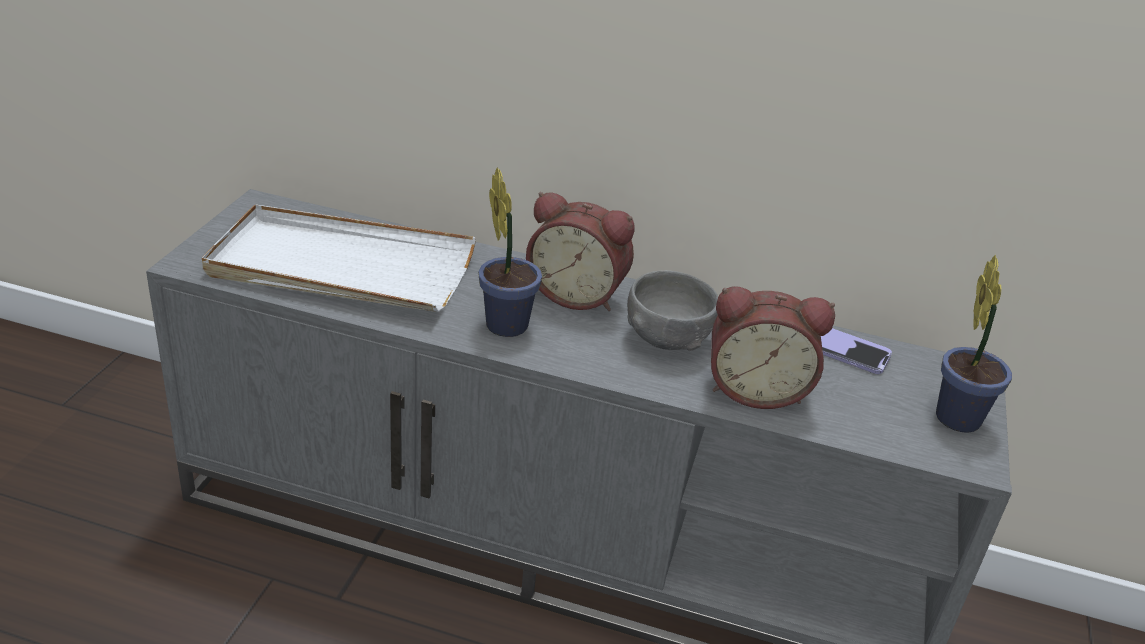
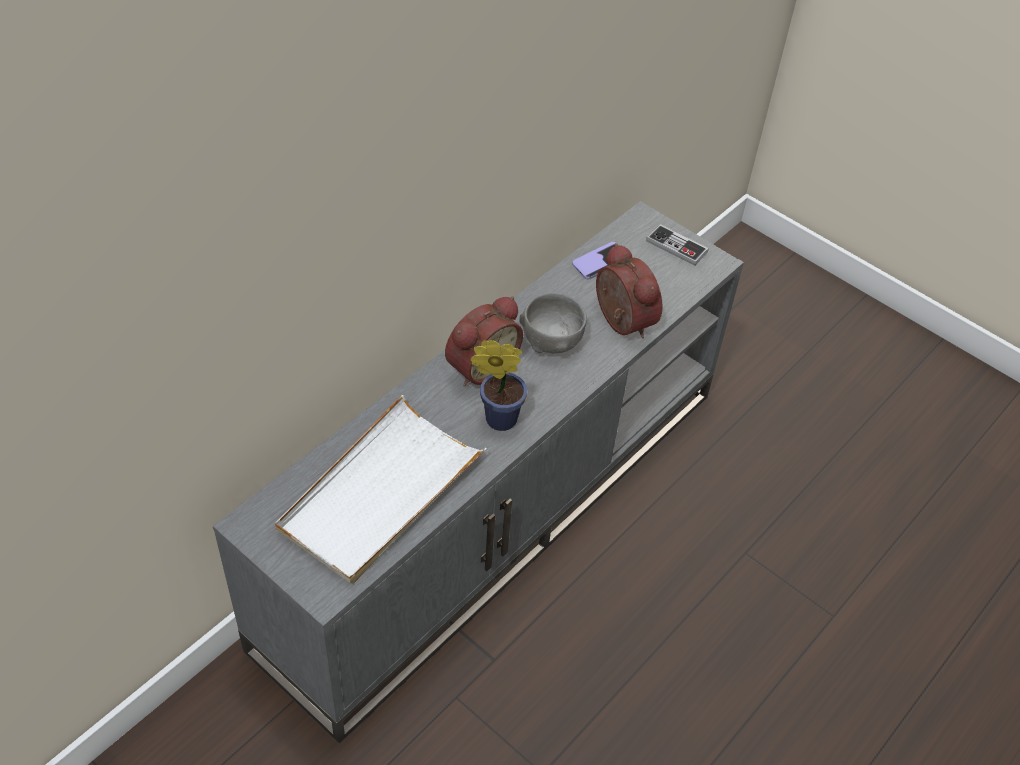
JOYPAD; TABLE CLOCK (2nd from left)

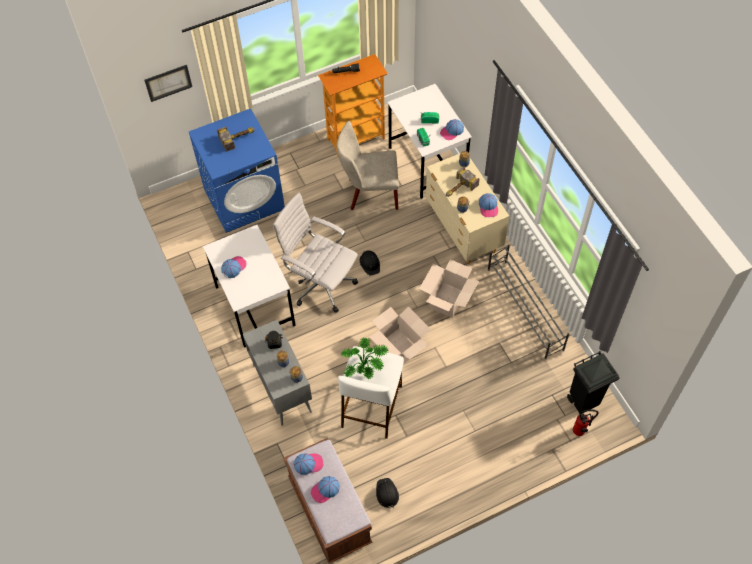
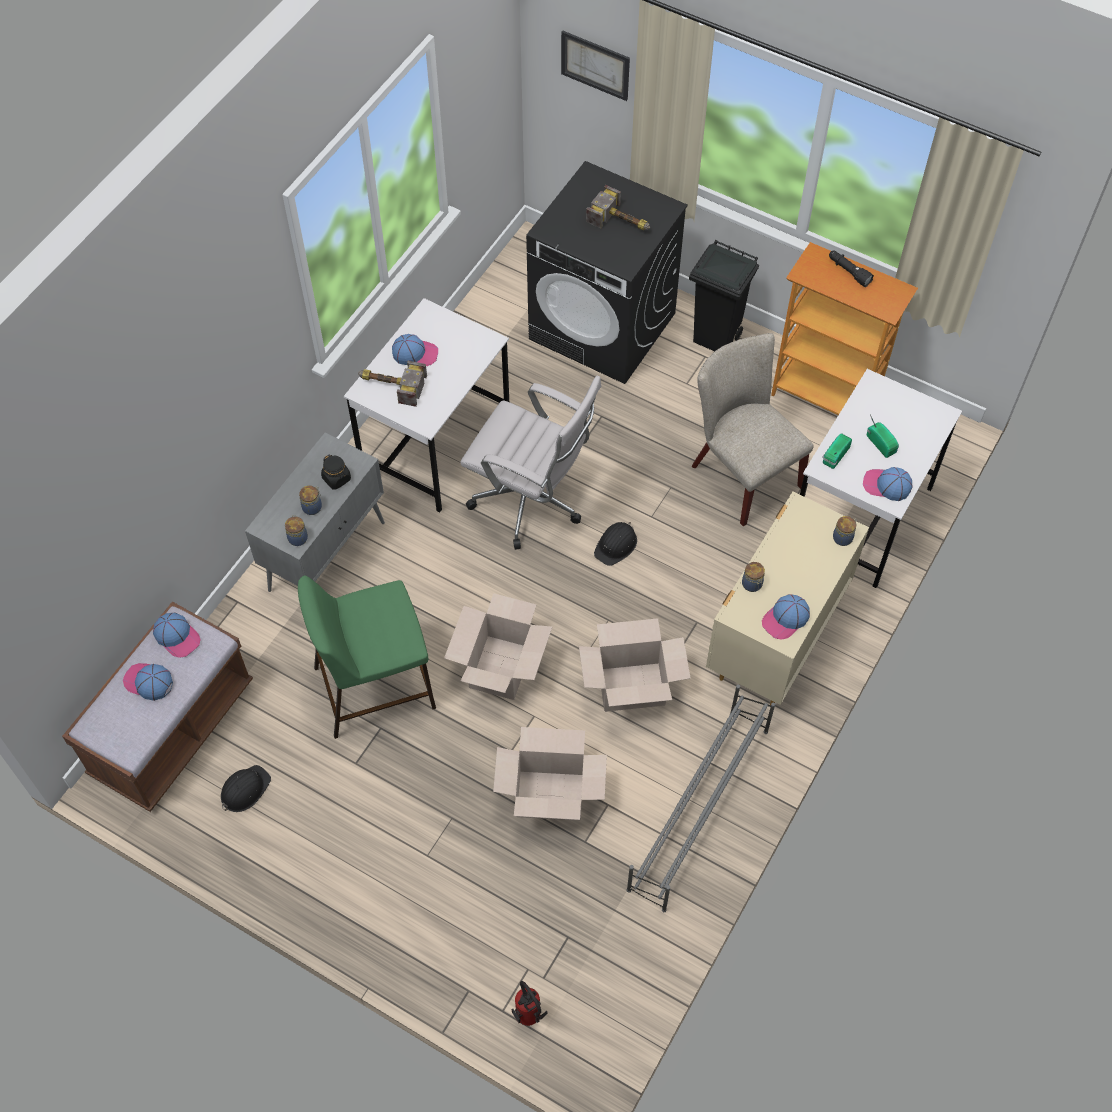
POTTED PLANT; PACKING BOX (2nd from left); TOOL HAMMER (1st from left); BLACK-COLOURED TRASH CAN; BLACK-COLOURED LAUNDRY MACHINE; GREENISH STOOL; WHITE-COLOURED OFFICE CHAIR

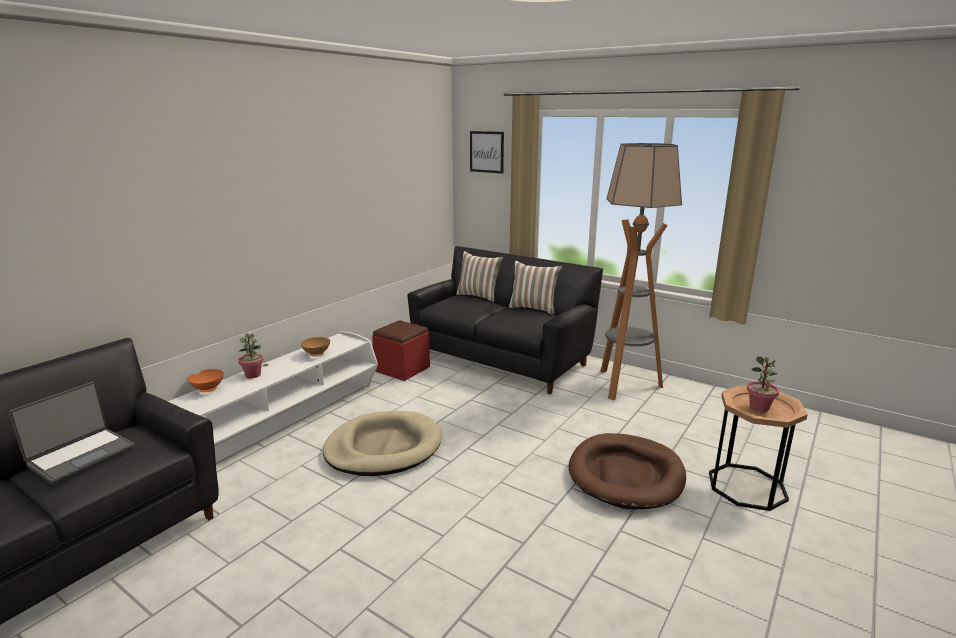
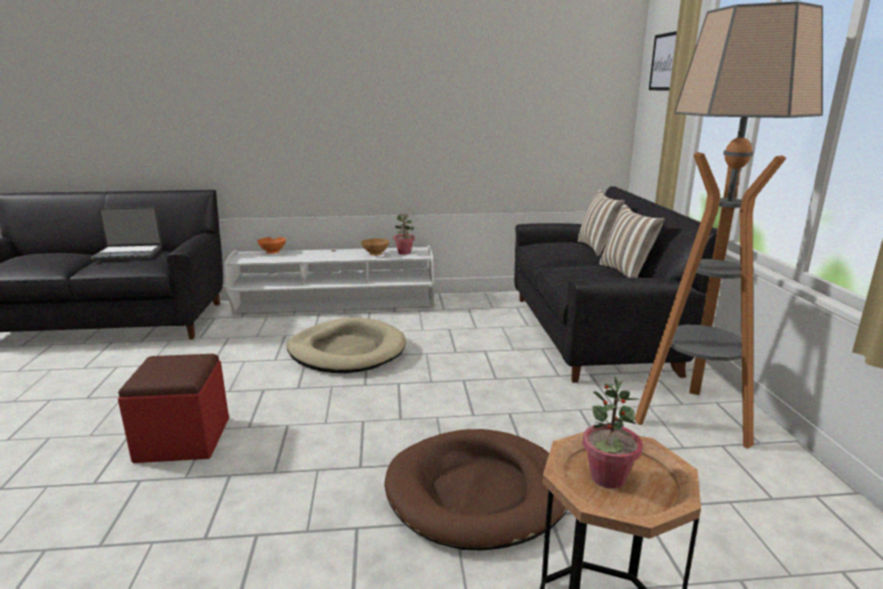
POTTED PLANT (1st from left); RED-COLOURED OTTOMAN

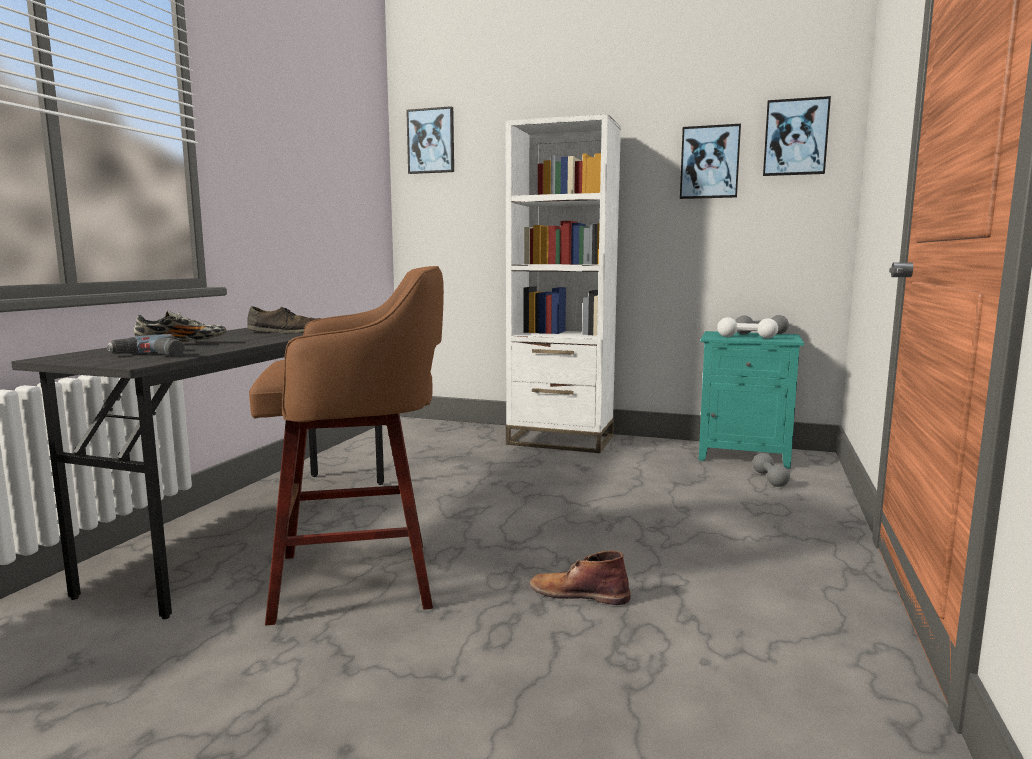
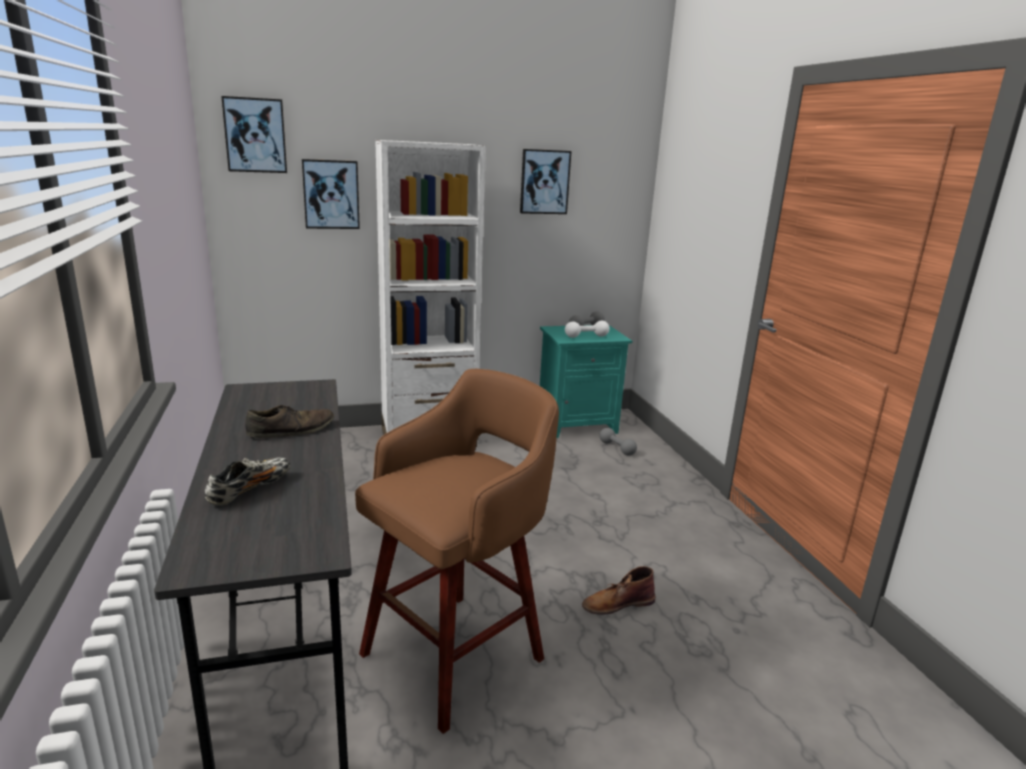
DRILL; WALL PICTURE (2nd from left)

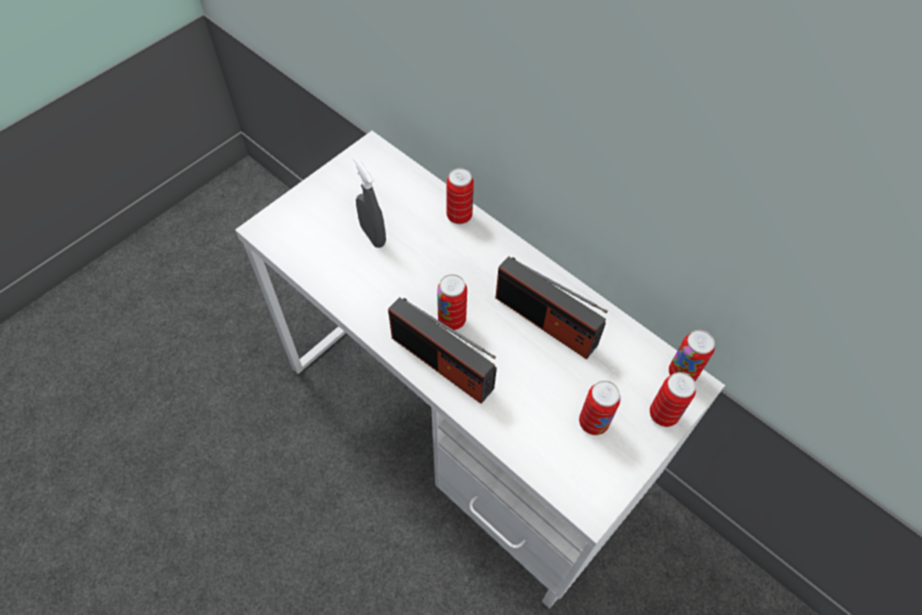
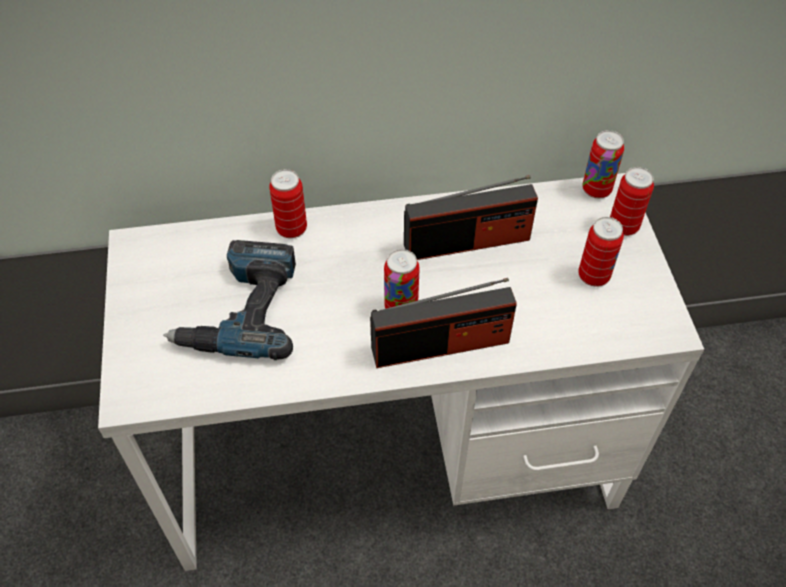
DRILL

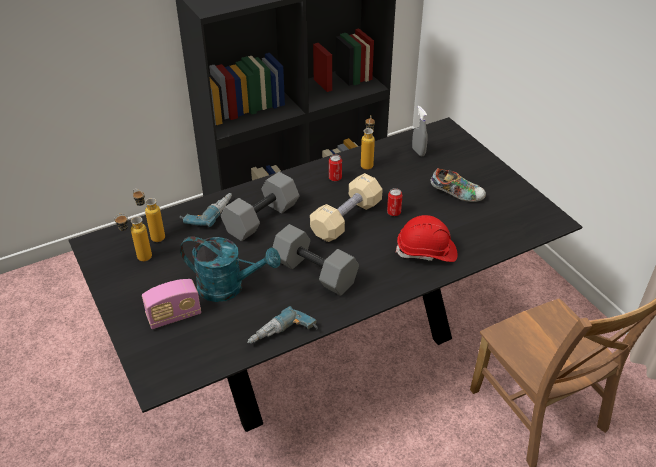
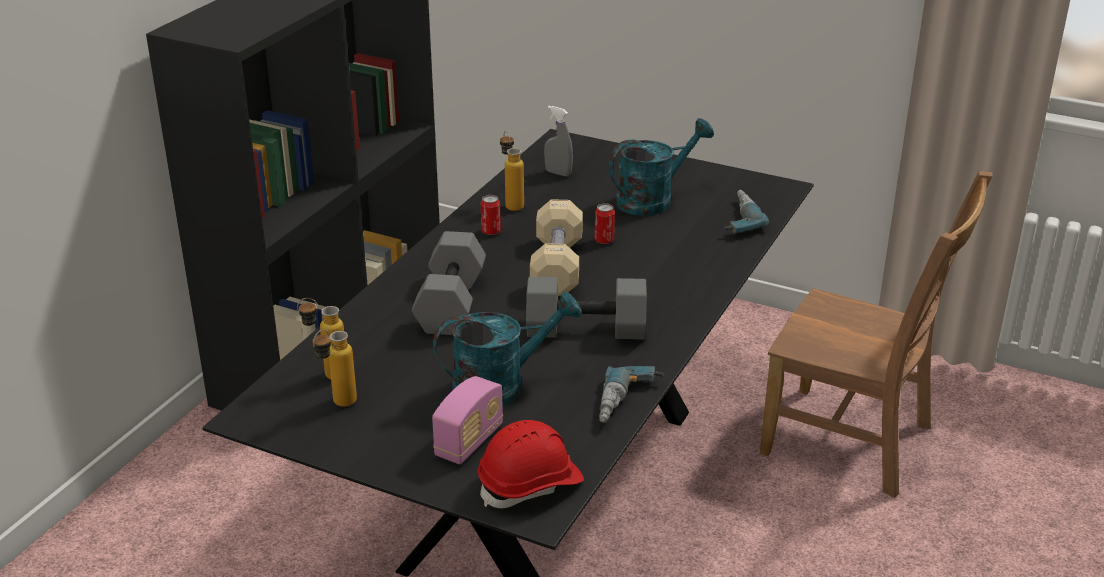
DRILL (2nd from left); RED-COLOURED SAFETY HELMET; TURQUOISE-COLOURED WATERING POT (2nd from left)

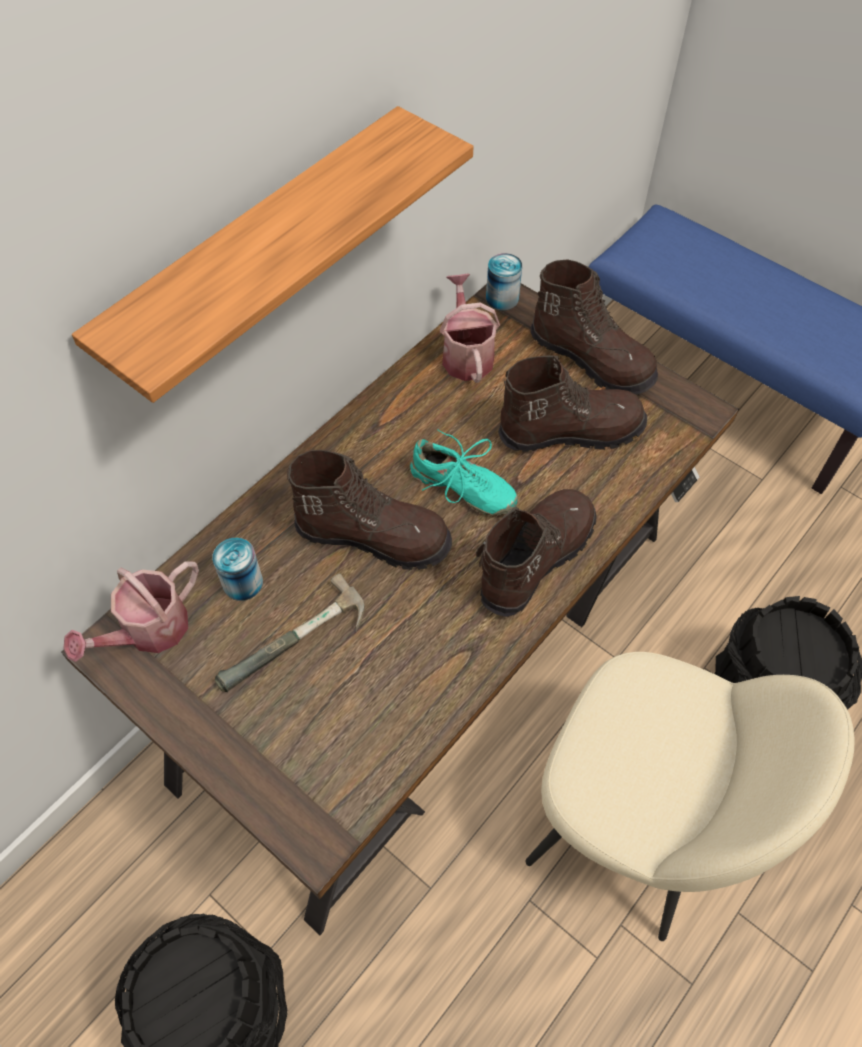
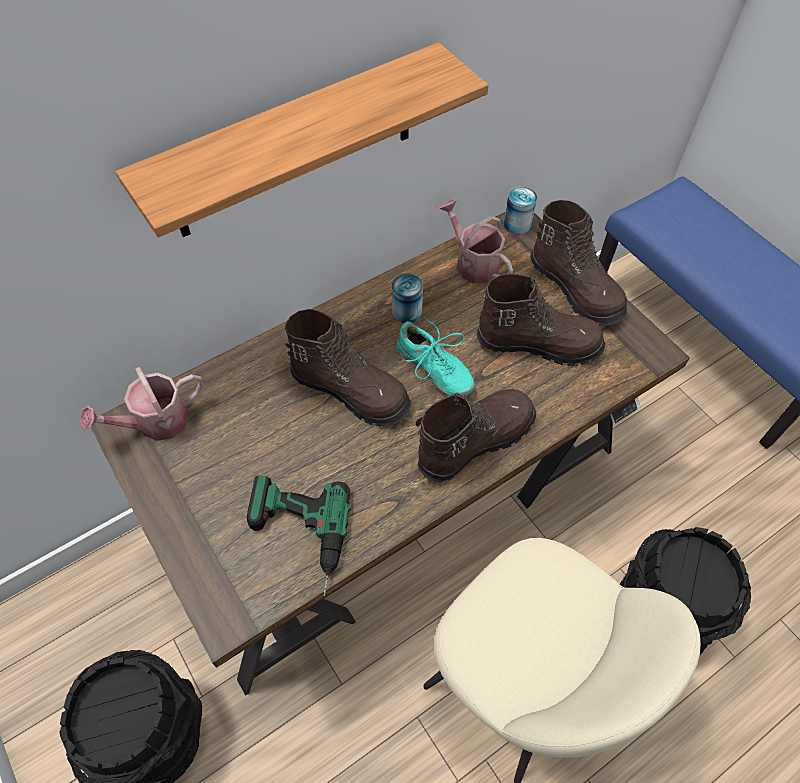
TOOL HAMMER; DRILL; SEALED CAN (1st from left); WATERING POT (2nd from left)

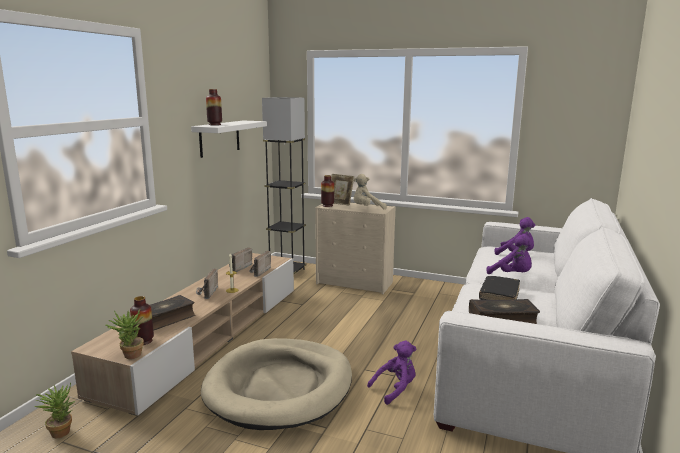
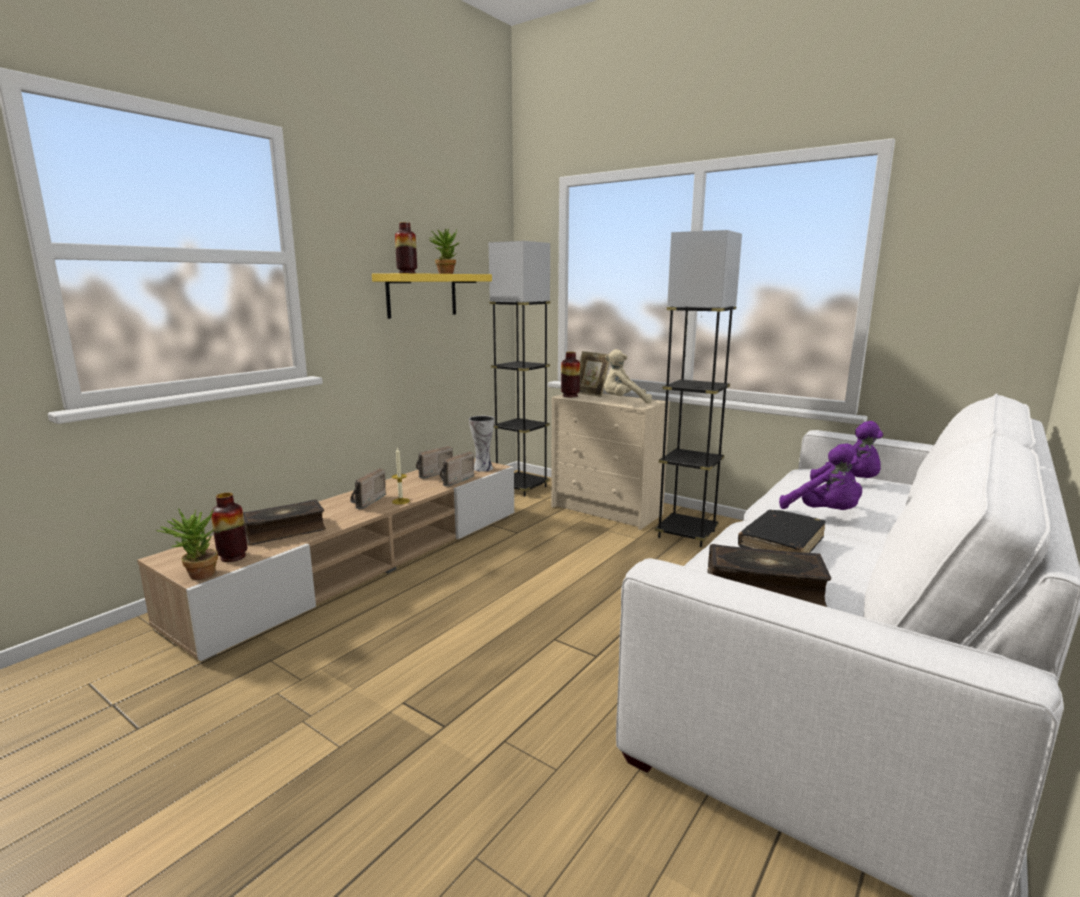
BEIGE DOG BED; PURPLE CUDDLY TOY (1st from left in the first image); VASE (3rd from left); GREY FLOOR LAMP (2nd from left); POTTED PLANT (2nd from left); YELLOW BRACKET SHELF

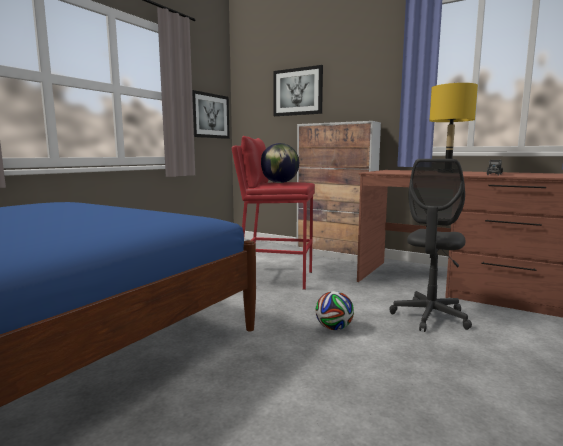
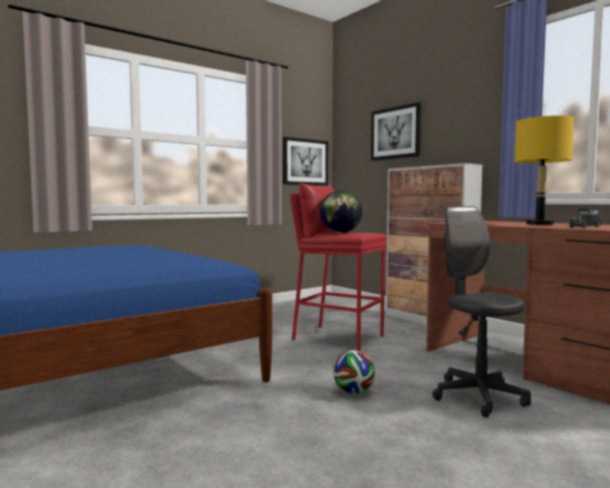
GREY OFFICE CHAIR

